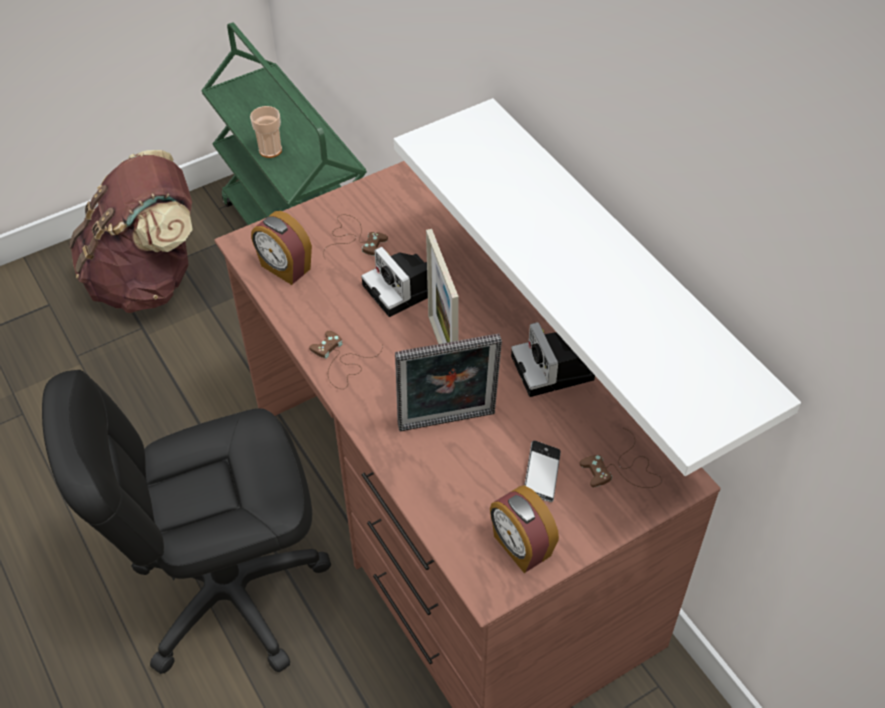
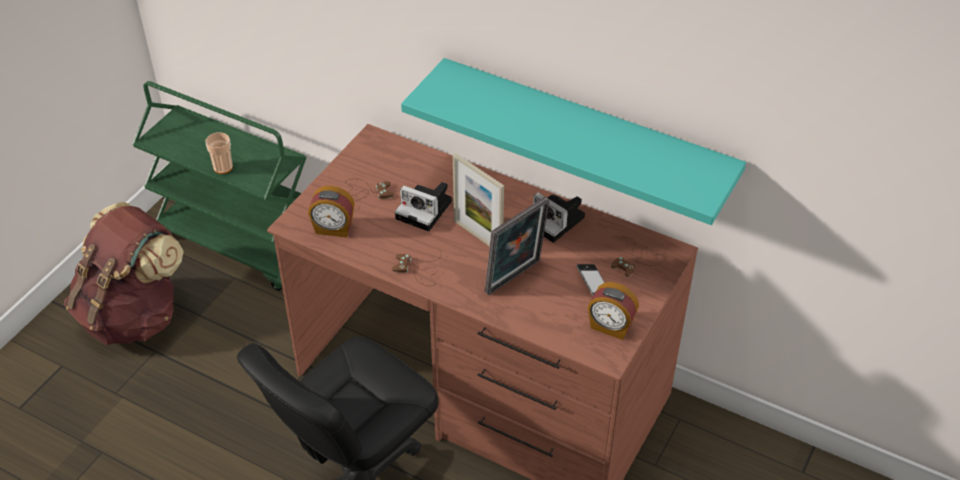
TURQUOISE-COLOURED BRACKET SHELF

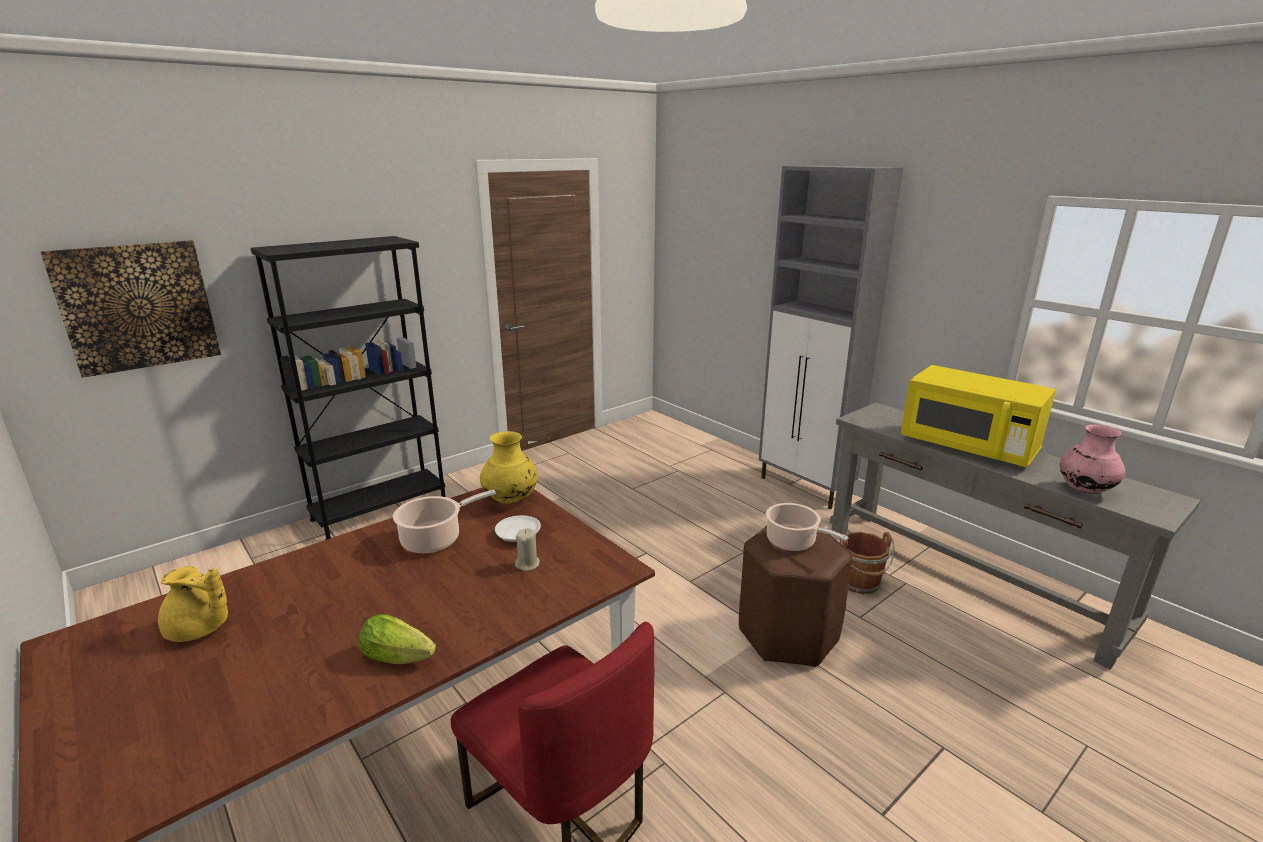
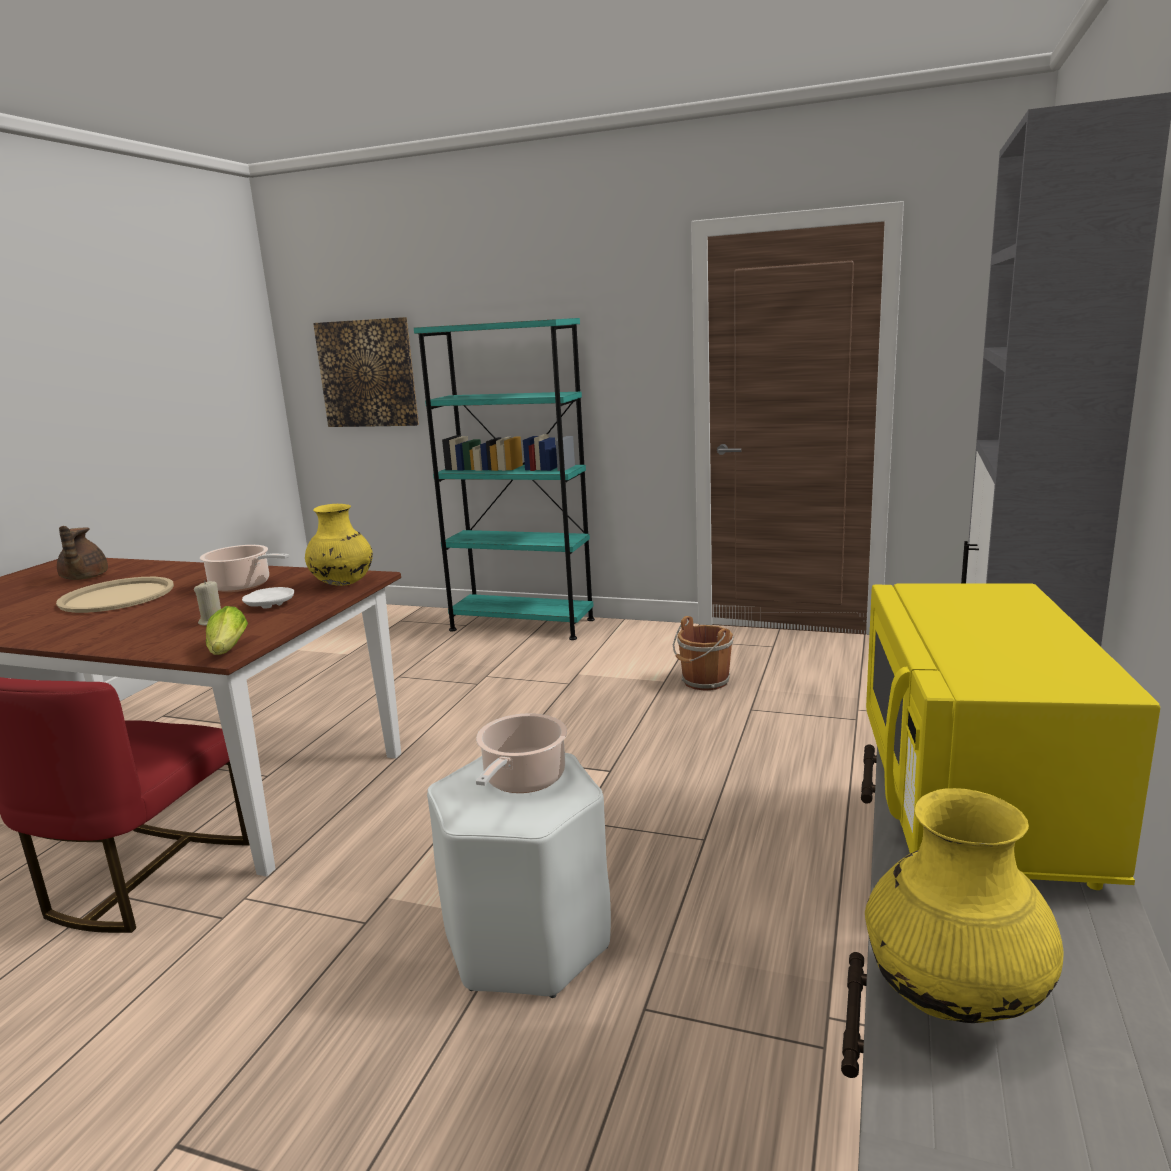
BEIGE CARRYING TRAY; LETTUCE; BROWN WATER BUCKET; BROWN TEAPOT; TURQUOISE-COLOURED SHELVING UNIT; WHITE-COLOURED STOOL; YELLOW VASE (2nd from left)

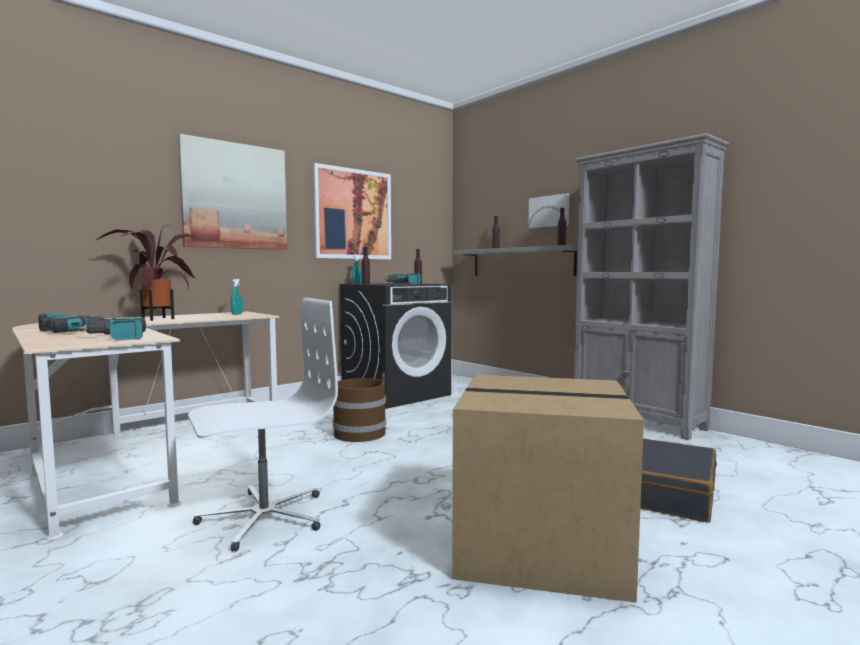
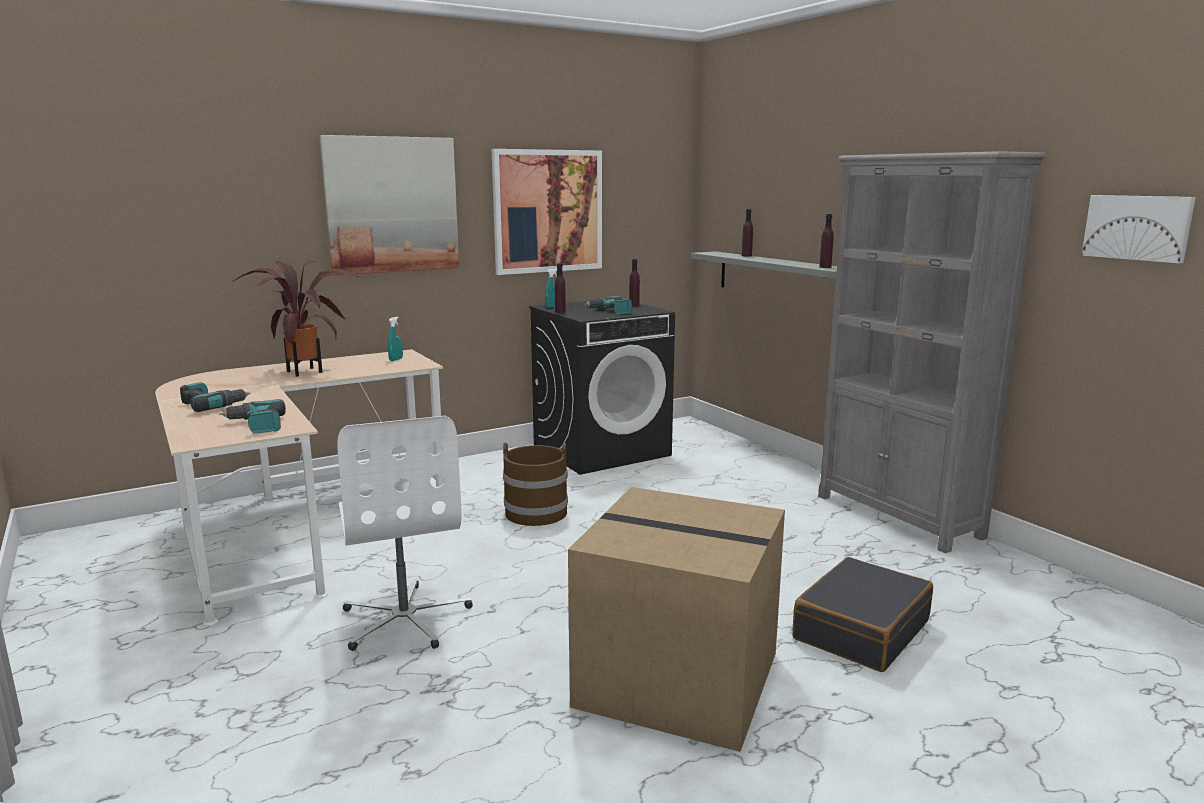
WALL PICTURE (3rd from left); WHITE-COLOURED OFFICE CHAIR

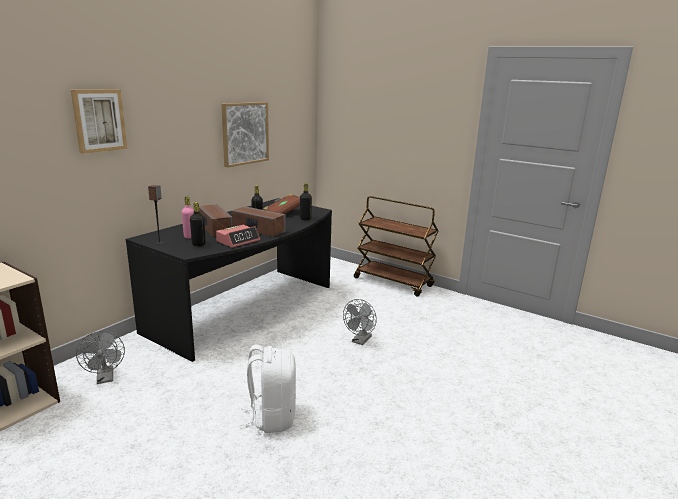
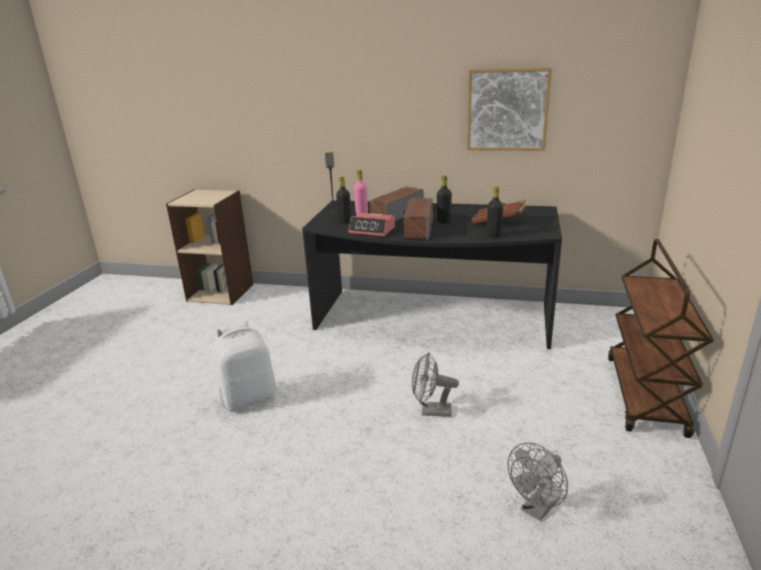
WALL PICTURE (1st from left in the first image); GREY COOLING FAN (2nd from left)

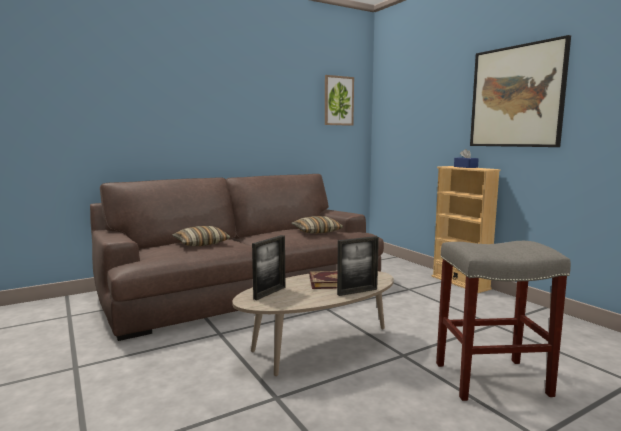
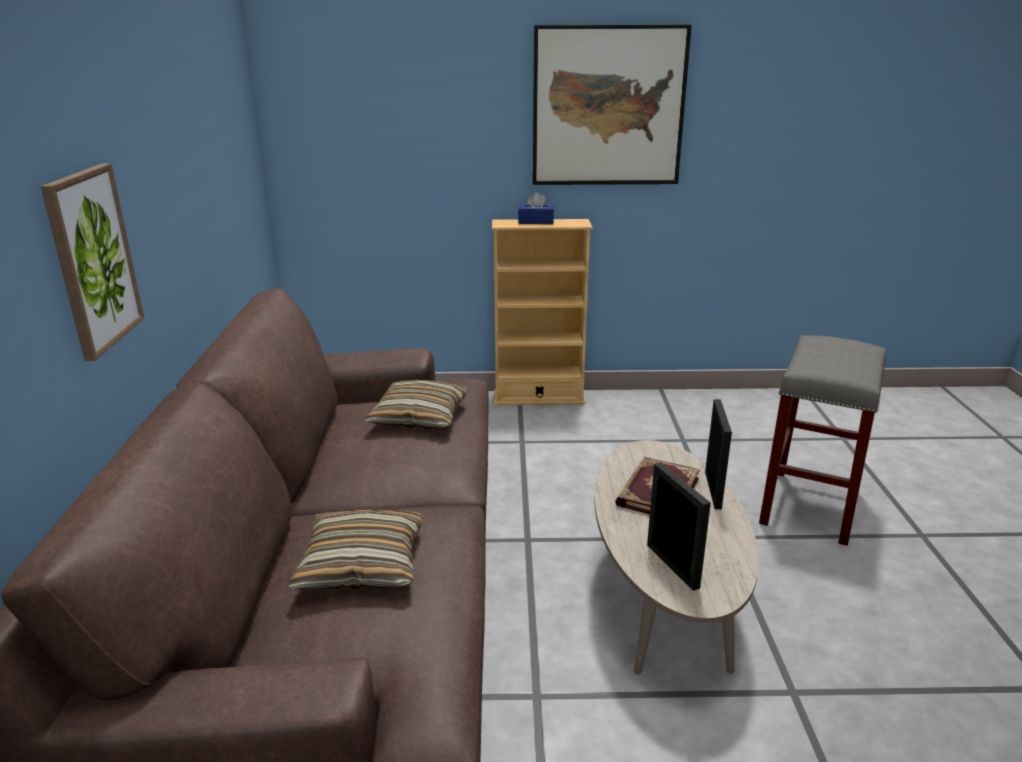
WALL PICTURE (1st from left)

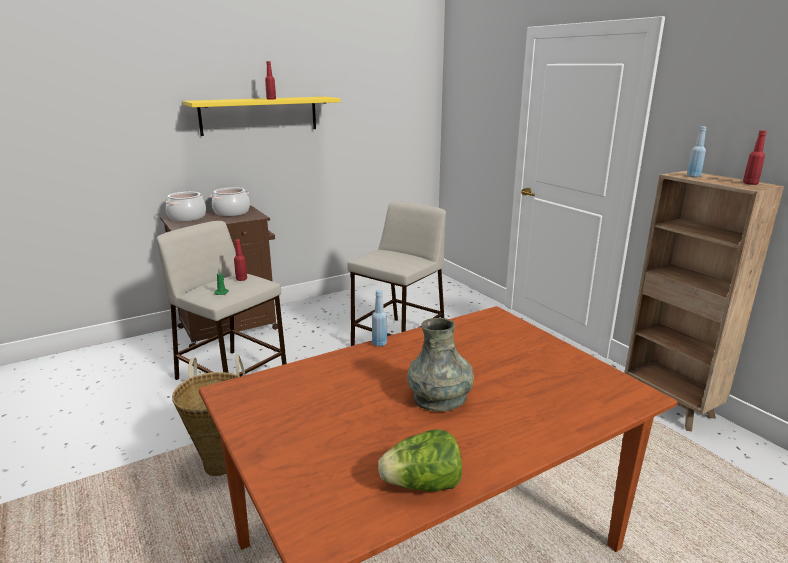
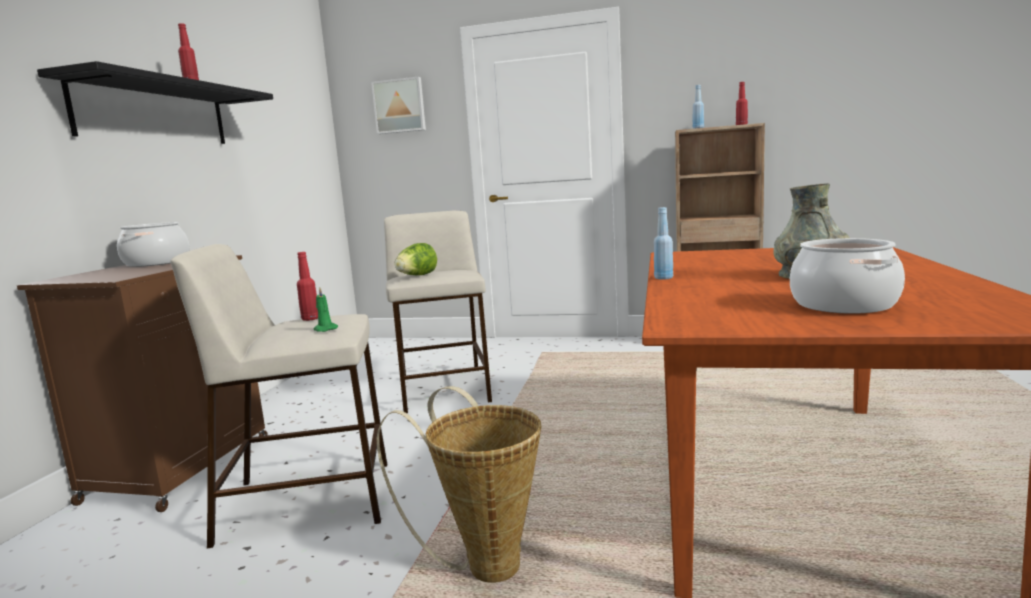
WALL PICTURE; COOKING POT (2nd from left); LETTUCE; BLACK-COLOURED BRACKET SHELF

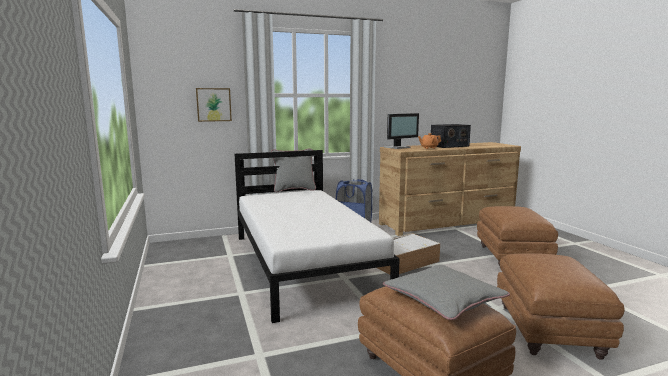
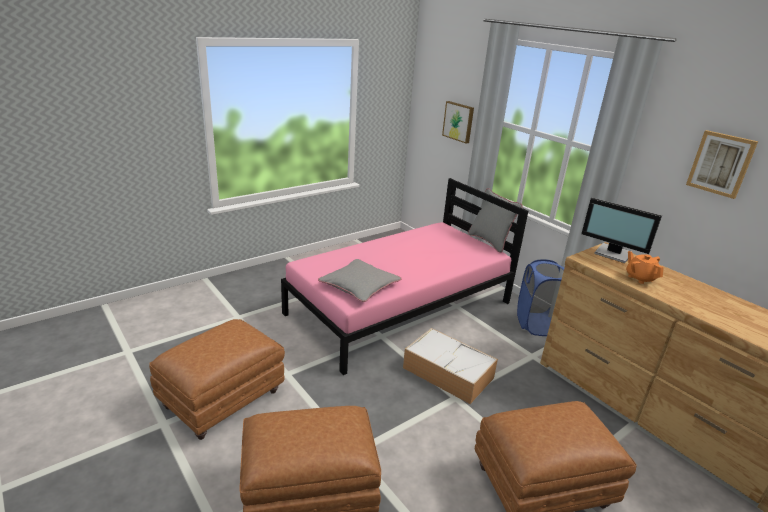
RADIO RECEIVER; WALL PICTURE (2nd from left); GREY CUSHION (1st from left); PINKISH BED

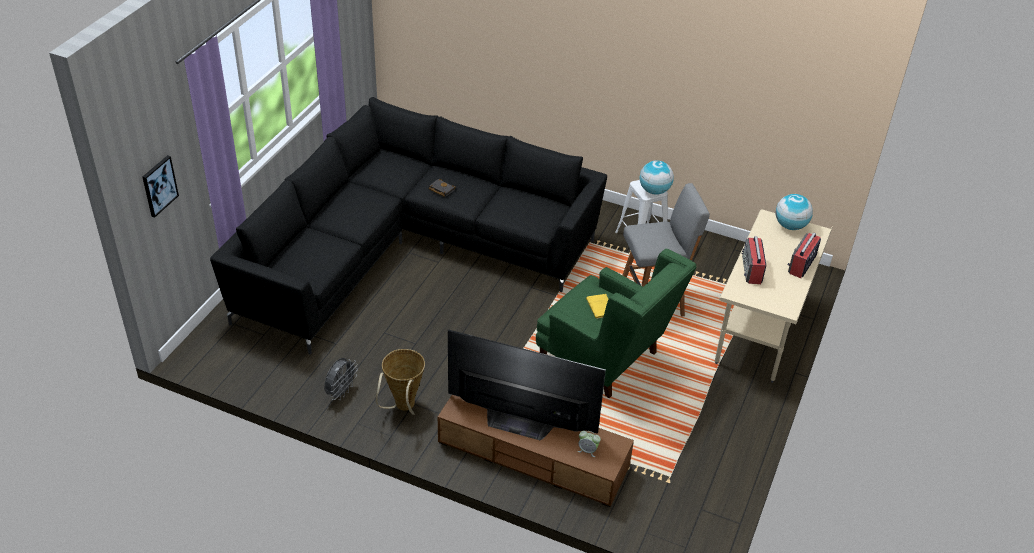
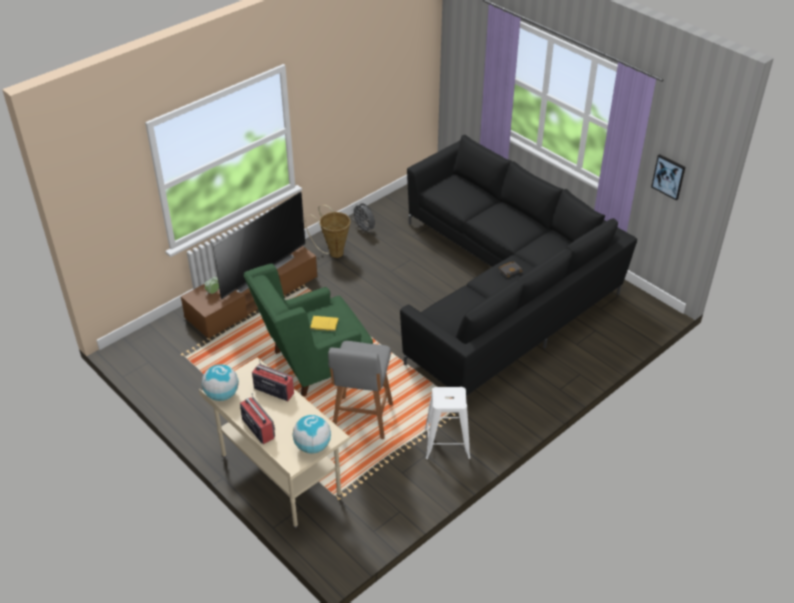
WALL PICTURE; GLOBE (1st from left)

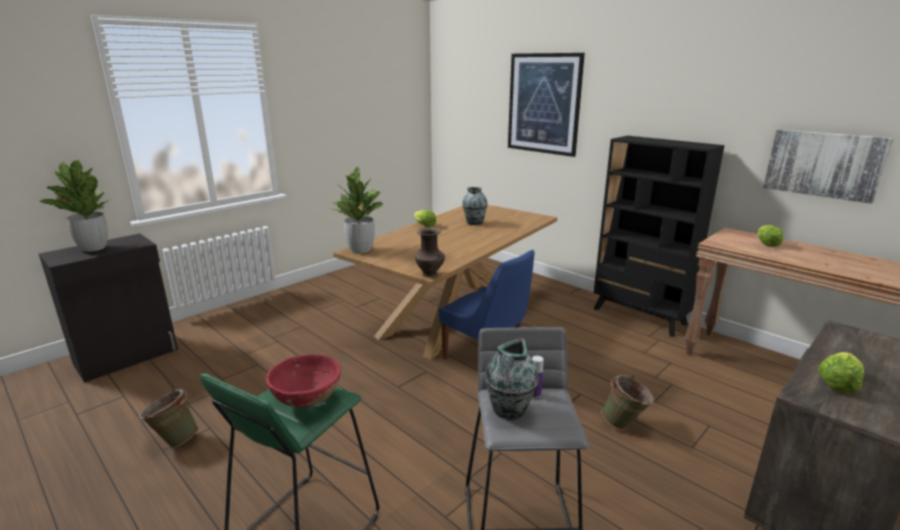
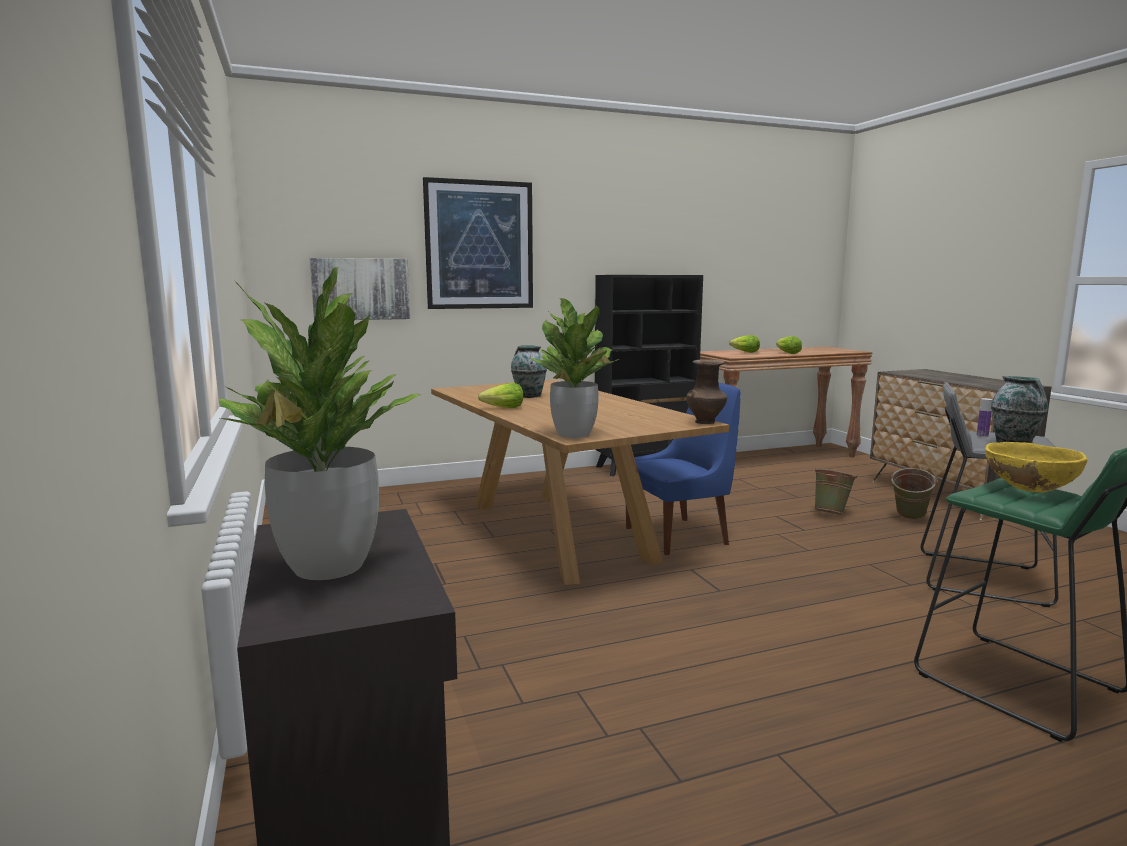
GREENISH WATER BUCKET (2nd from left); WALL PICTURE (1st from left); LETTUCE (3rd from left); YELLOW DEEP DISH

